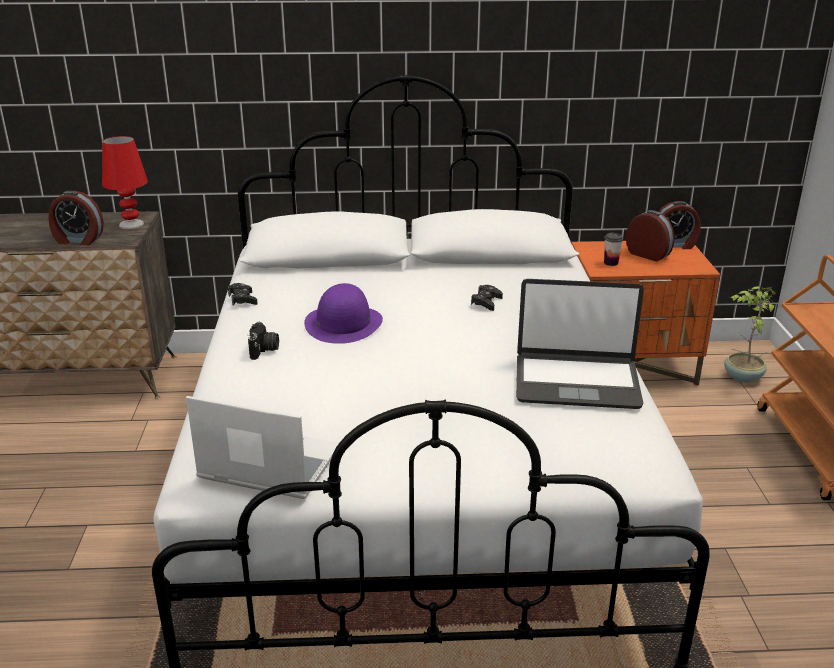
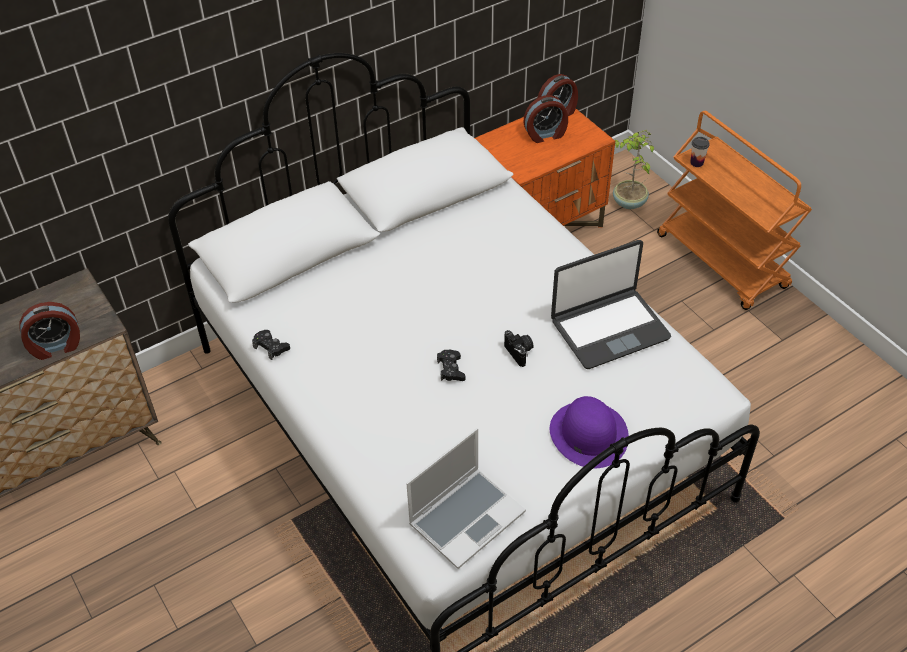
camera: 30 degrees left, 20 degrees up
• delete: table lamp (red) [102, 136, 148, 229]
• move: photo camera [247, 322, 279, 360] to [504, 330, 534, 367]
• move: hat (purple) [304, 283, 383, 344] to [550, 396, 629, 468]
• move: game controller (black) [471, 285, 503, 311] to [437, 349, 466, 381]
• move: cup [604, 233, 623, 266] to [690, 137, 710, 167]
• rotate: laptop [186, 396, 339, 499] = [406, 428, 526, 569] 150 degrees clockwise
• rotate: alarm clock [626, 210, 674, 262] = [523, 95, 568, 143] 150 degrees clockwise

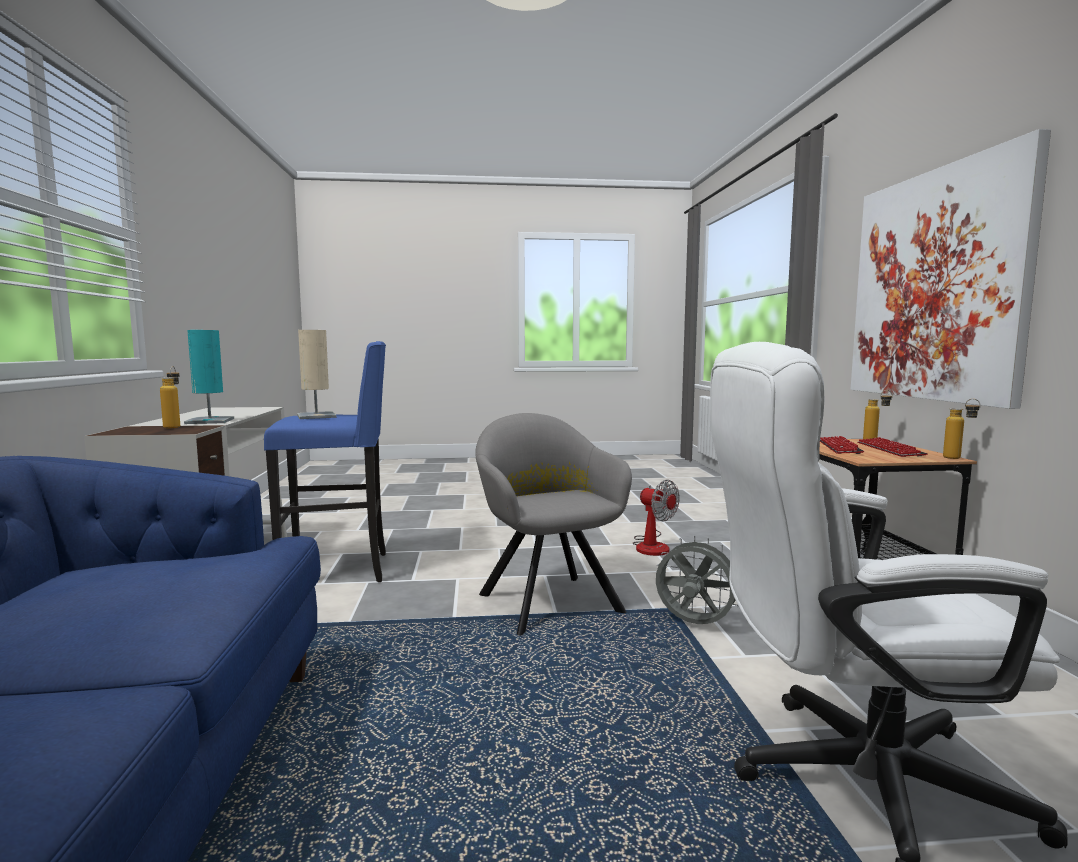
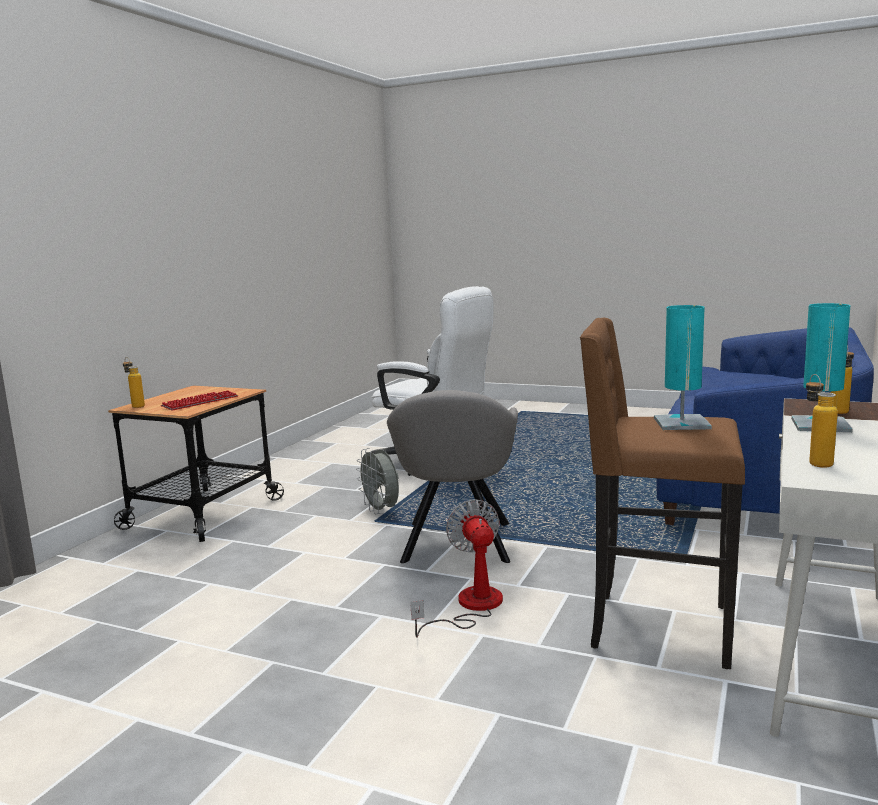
camera: 150 degrees left, 5 degrees up
• delete: picture [851, 129, 1051, 409]
• delete: keyboard [857, 437, 928, 457]
• move: fan [632, 480, 680, 556] to [410, 499, 503, 638]
• move: bottle [943, 399, 980, 459] to [806, 374, 838, 468]
• recolor: stool (blue) [264, 341, 386, 582] to stool (brown) [580, 318, 745, 669]
• recolor: table lamp (beige) [297, 330, 336, 419] to table lamp (turquoise) [654, 305, 712, 430]

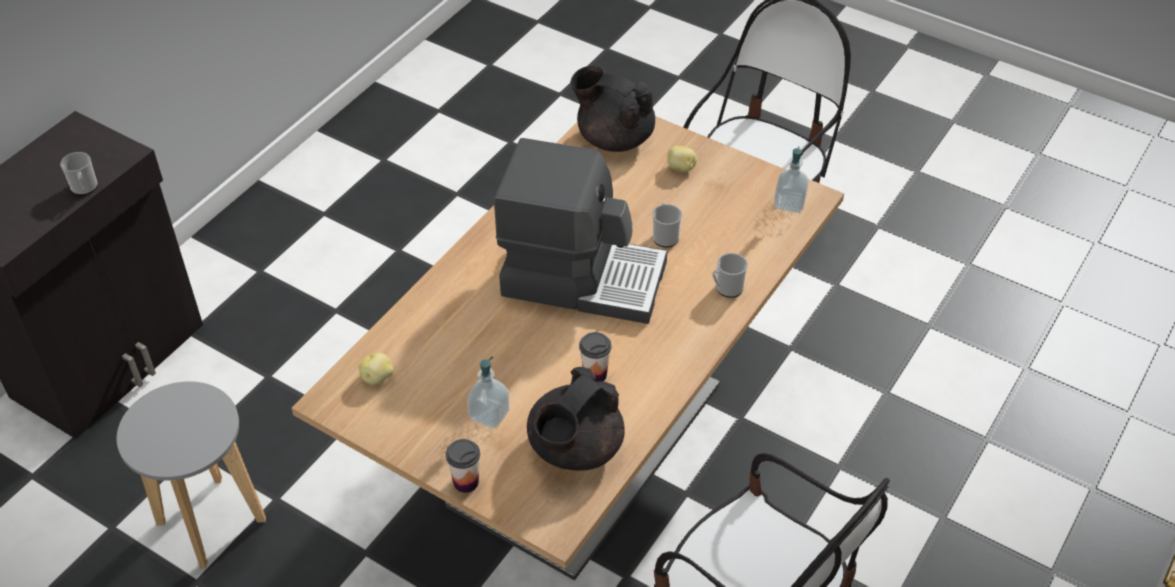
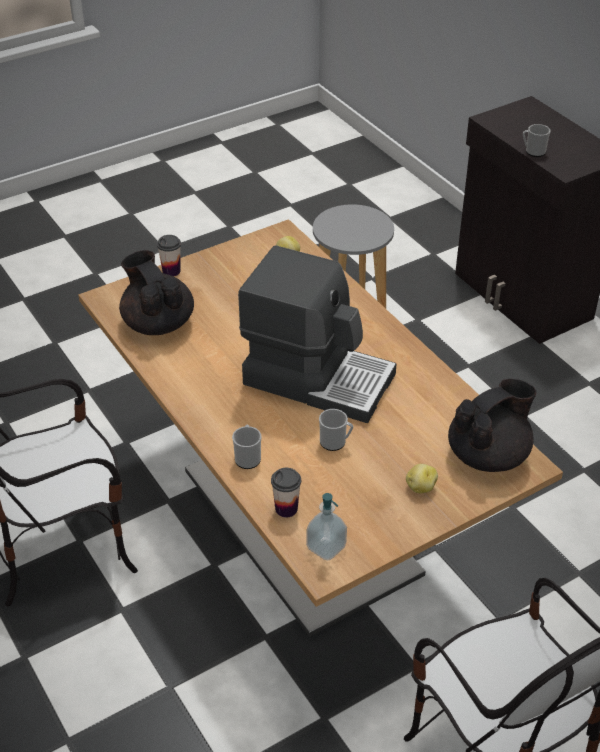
camera: 115 degrees right, 5 degrees down
• delete: soap dispenser [467, 357, 510, 428]
• move: cup [579, 332, 611, 382] to [271, 468, 301, 517]
• rotate: coffee machine [494, 138, 667, 324] = [238, 246, 397, 423] 105 degrees counterclockwise

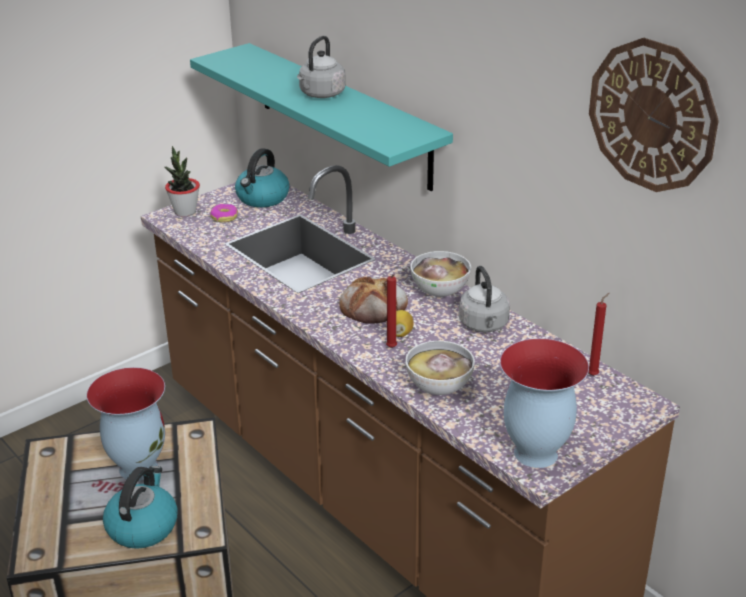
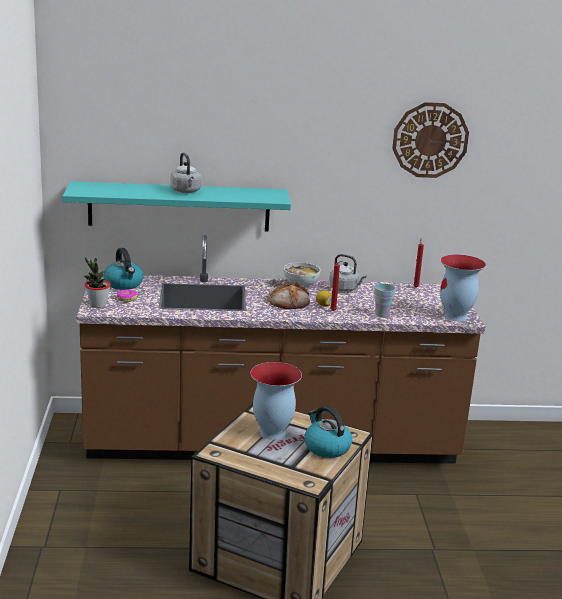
camera: 55 degrees left, 10 degrees down
• replace: bowl [405, 341, 475, 395] to cup [374, 284, 395, 317]

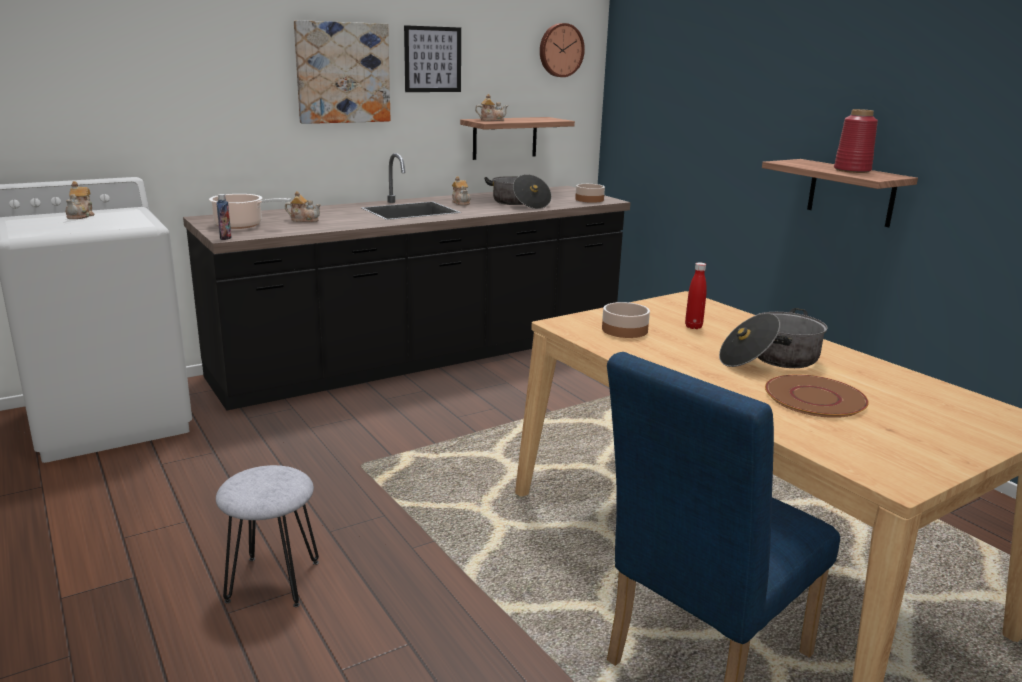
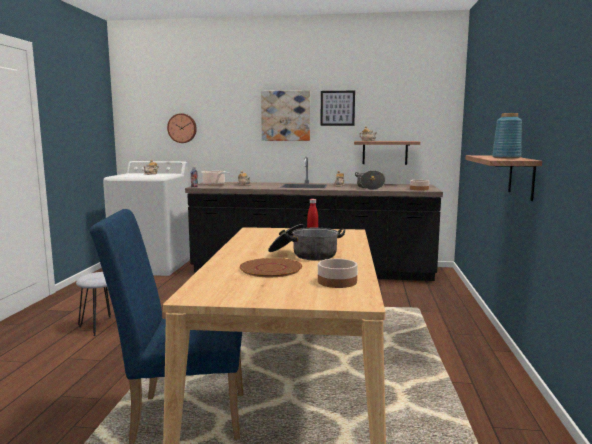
camera: 40 degrees right, 10 degrees down
• move: wall clock [540, 23, 585, 77] to [167, 113, 197, 143]
• move: bowl [602, 302, 650, 338] to [318, 259, 358, 288]
• recolor: vase (red) [834, 109, 878, 173] to vase (blue) [492, 113, 522, 159]

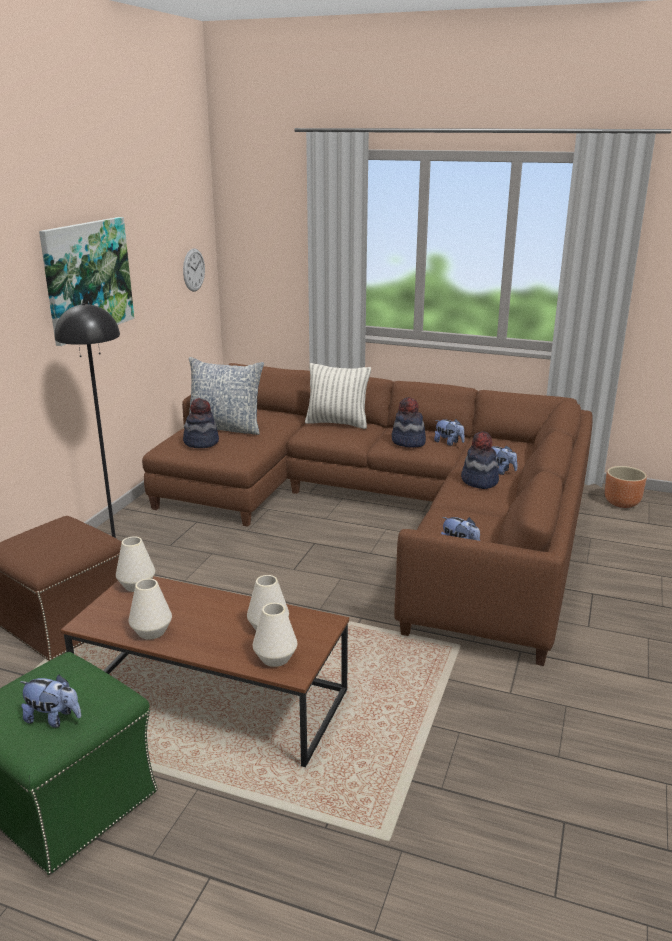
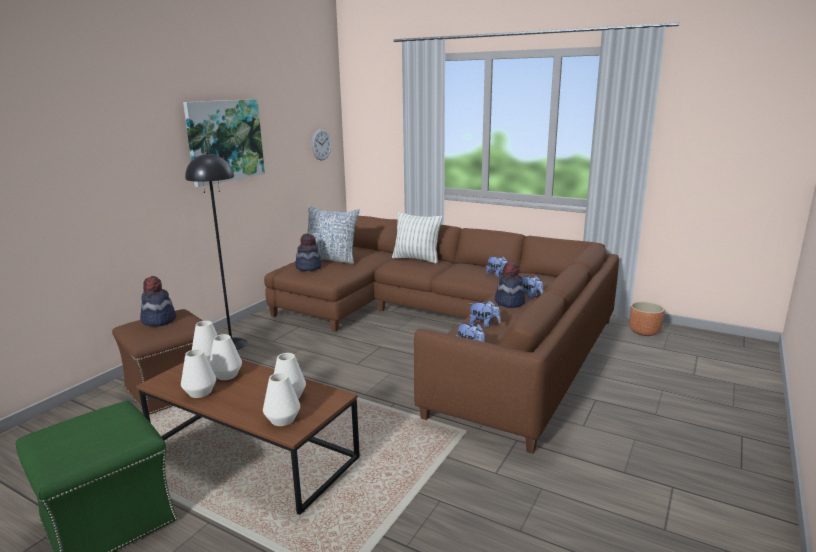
camera: 10 degrees right, 5 degrees down
• insert: vase (white) [209, 334, 242, 380]
• move: plush toy [20, 675, 81, 728] to [469, 300, 501, 327]
• move: hat [392, 397, 426, 447] to [140, 276, 176, 326]

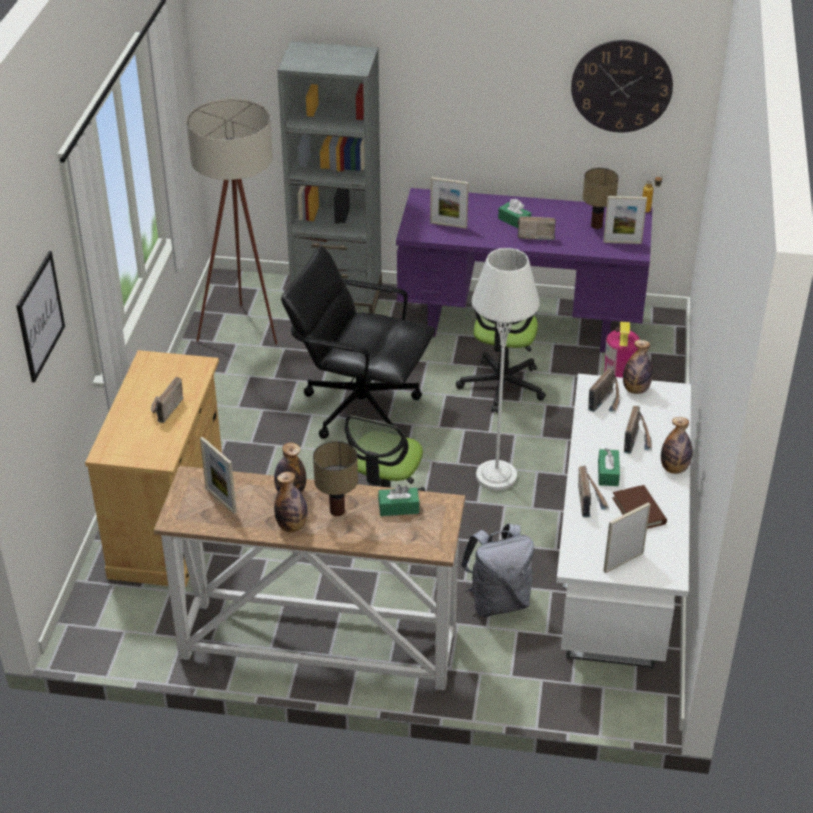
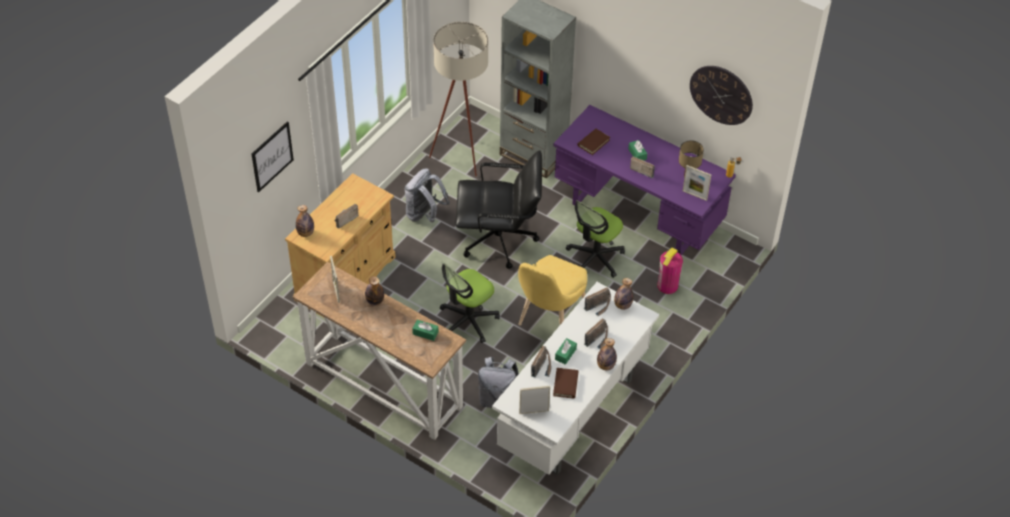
camera: 25 degrees right, 10 degrees up
• delete: table lamp [313, 441, 358, 516]
• insert: backpack (grey) [405, 168, 450, 223]
• move: bottle [274, 472, 308, 532] to [296, 205, 314, 237]
• replace: picture frame [430, 177, 469, 229] to book (brown) [578, 129, 610, 155]
• replace: floor lamp (white) [471, 248, 540, 491] to chair (yellow) [518, 255, 587, 326]
• rotate: office chair (black) [281, 246, 435, 439] = [456, 150, 542, 269] 135 degrees clockwise

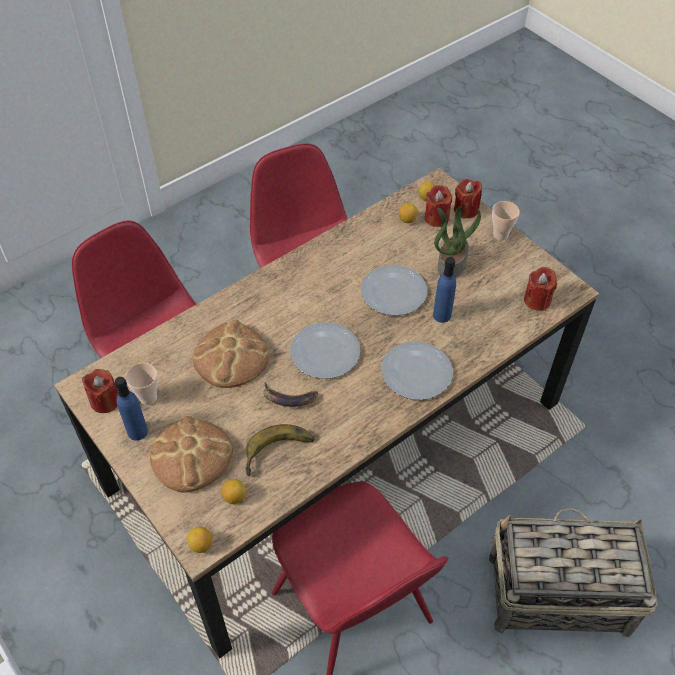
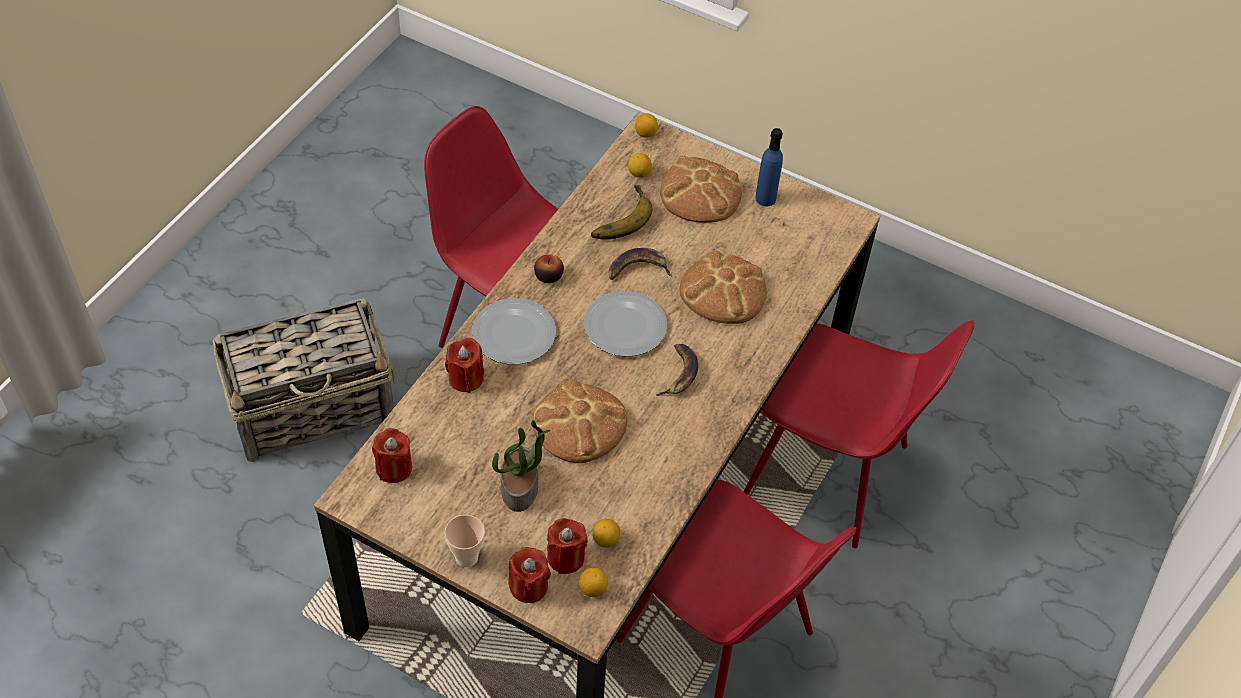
camera: 155 degrees right, 0 degrees up
• delete: cup [125, 363, 158, 405]
• delete: bottle (blue) [433, 257, 456, 323]
• insert: apple [534, 254, 564, 283]
• insert: banana [656, 344, 698, 396]
• move: candle (red) [82, 369, 119, 413] to [445, 338, 484, 393]
• replace: plate [361, 265, 427, 316] to bread [533, 380, 627, 463]

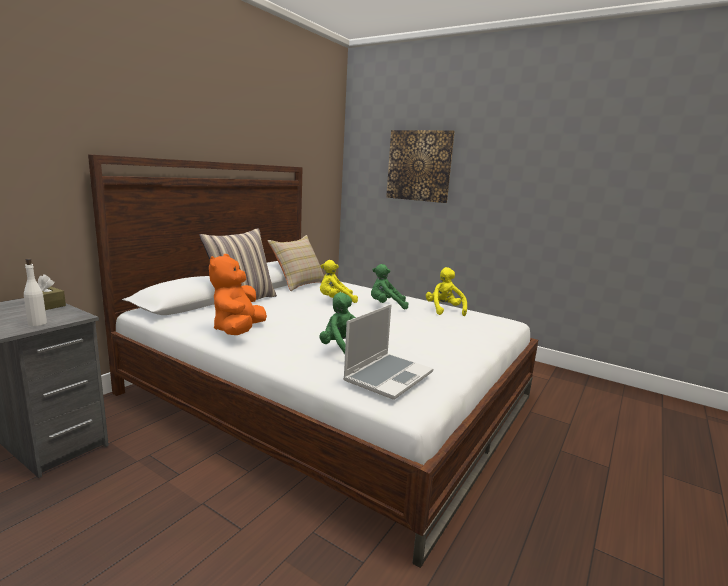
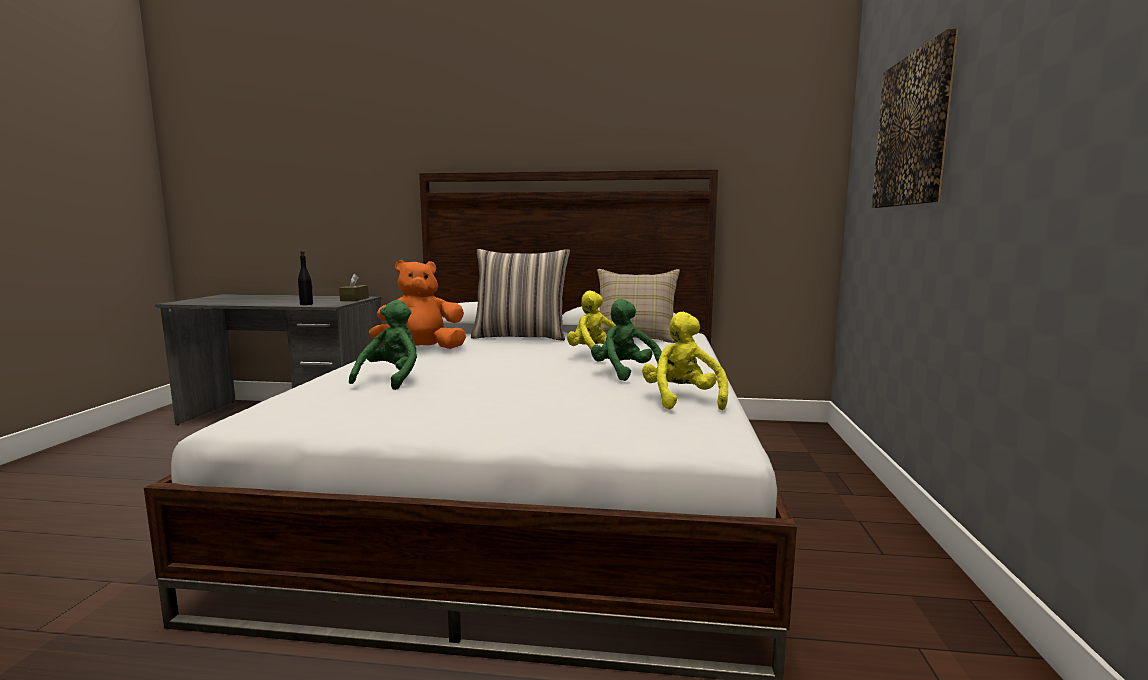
camera: 65 degrees right, 5 degrees down
• delete: laptop [343, 304, 433, 400]
• recolor: bottle (white) [24, 258, 47, 326] to bottle (black) [298, 251, 313, 305]
• rotate: plush toy (yellow) [426, 267, 467, 316] = [642, 312, 728, 410] 60 degrees counterclockwise

